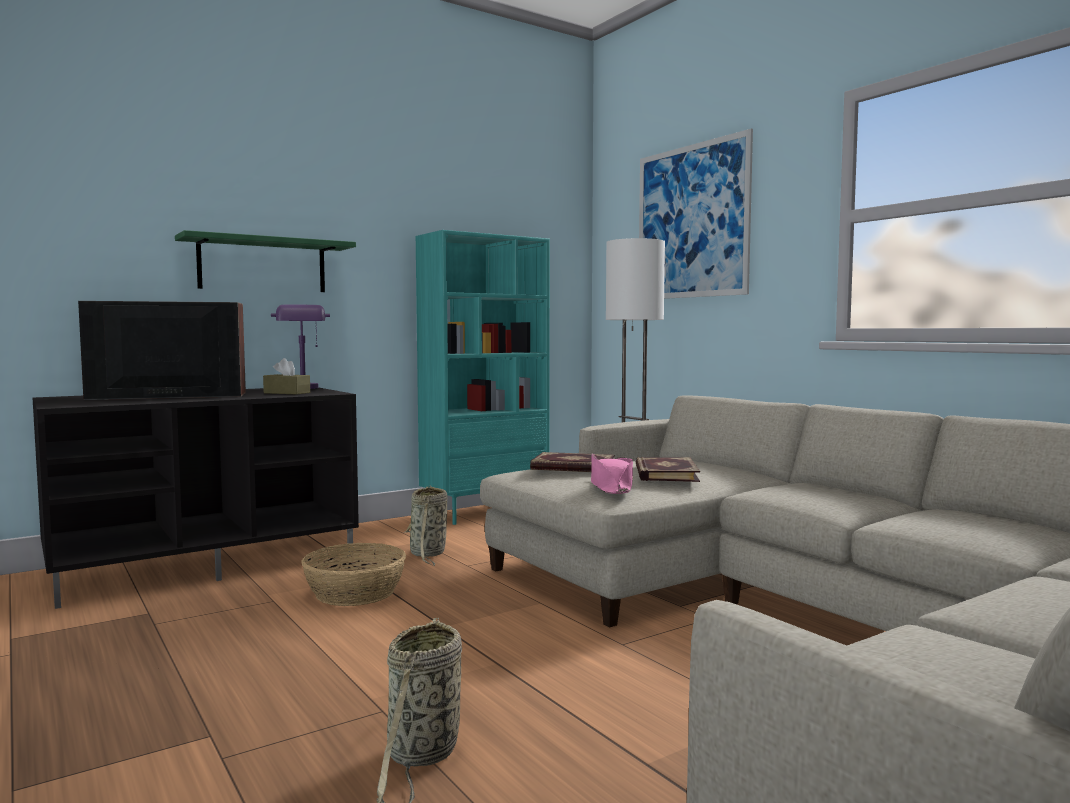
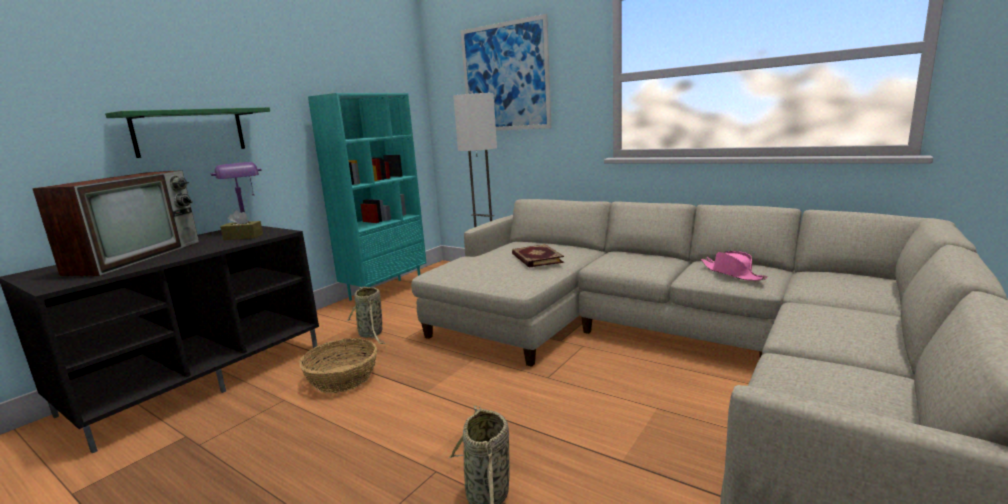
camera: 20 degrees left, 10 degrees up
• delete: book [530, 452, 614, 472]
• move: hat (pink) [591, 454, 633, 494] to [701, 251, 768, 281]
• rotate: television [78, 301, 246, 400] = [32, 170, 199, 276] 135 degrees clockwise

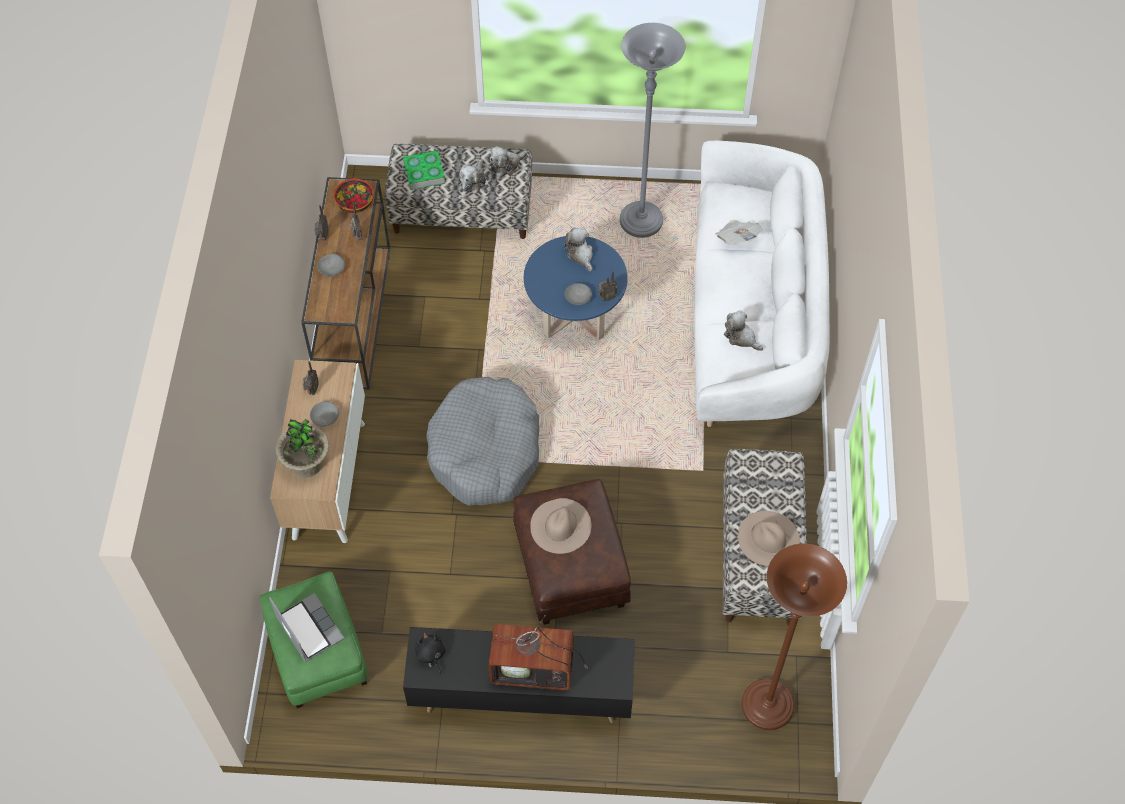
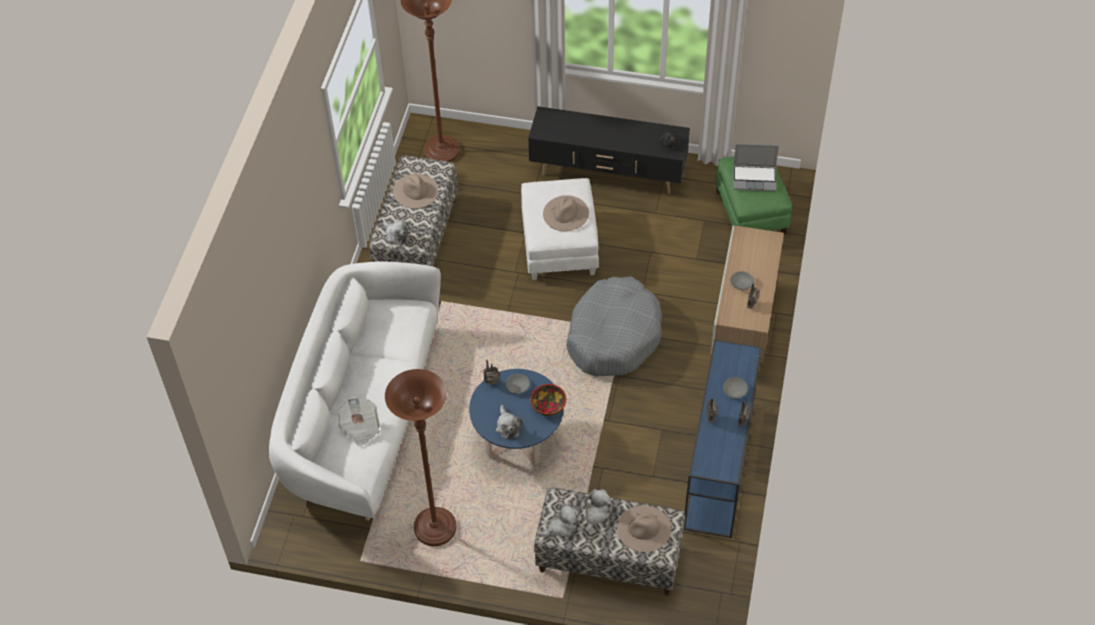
camera: 170 degrees left, 5 degrees down
• delete: potted plant [276, 419, 329, 477]
• delete: television [489, 615, 588, 690]
• move: bowl [334, 179, 374, 213] to [530, 384, 566, 416]
• move: plush toy [724, 310, 763, 351] to [383, 219, 410, 245]
• replace: book [403, 150, 445, 190] to hat (beige) [617, 505, 671, 552]
• recolor: console table (brown) [301, 177, 390, 389] to console table (blue) [684, 340, 762, 538]
• recolor: ottoman (brown) [513, 479, 631, 625] to ottoman (white) [521, 178, 599, 280]
• recolor: floor lamp (grey) [620, 23, 686, 238] to floor lamp (brown) [385, 369, 457, 546]
• rotate: laptop [269, 593, 344, 662] = [733, 144, 779, 191] 60 degrees counterclockwise

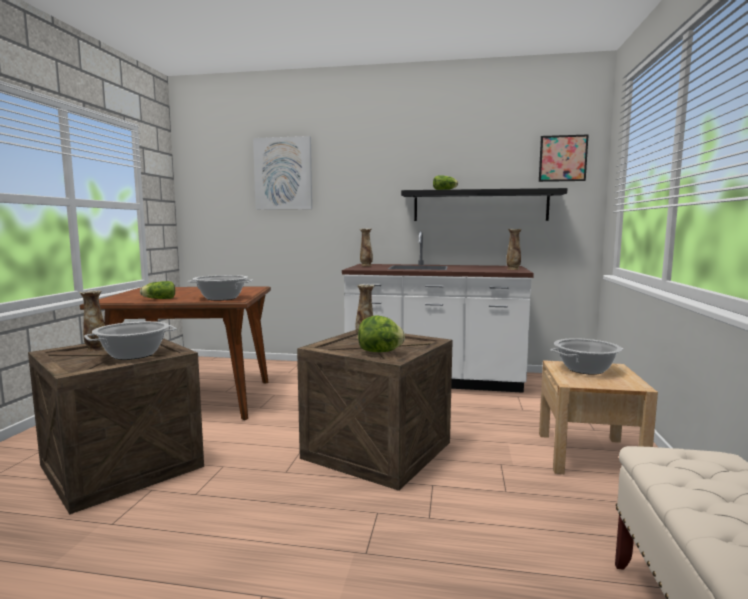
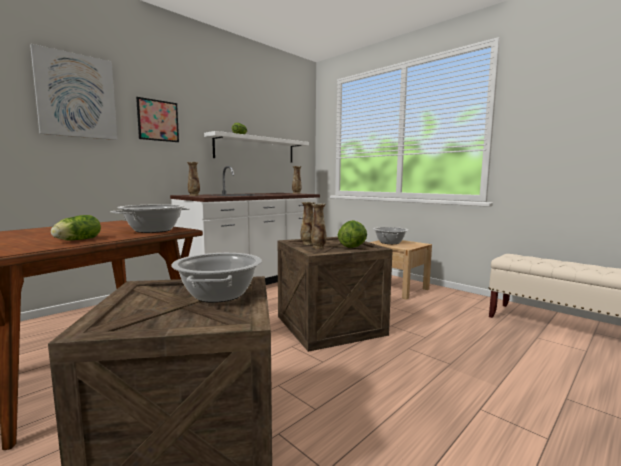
camera: 55 degrees left, 0 degrees up
• move: vase [79, 290, 105, 351] to [311, 203, 327, 249]
• move: picture [539, 134, 589, 182] to [136, 97, 179, 142]
• recolor: shelf (black) [401, 188, 567, 221] to shelf (white) [204, 131, 309, 163]

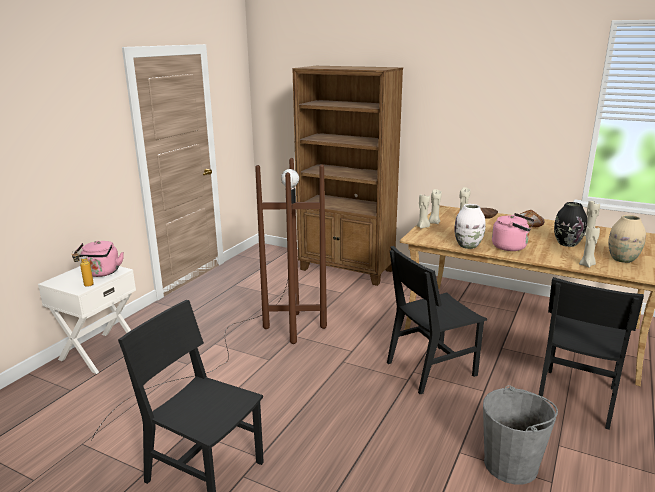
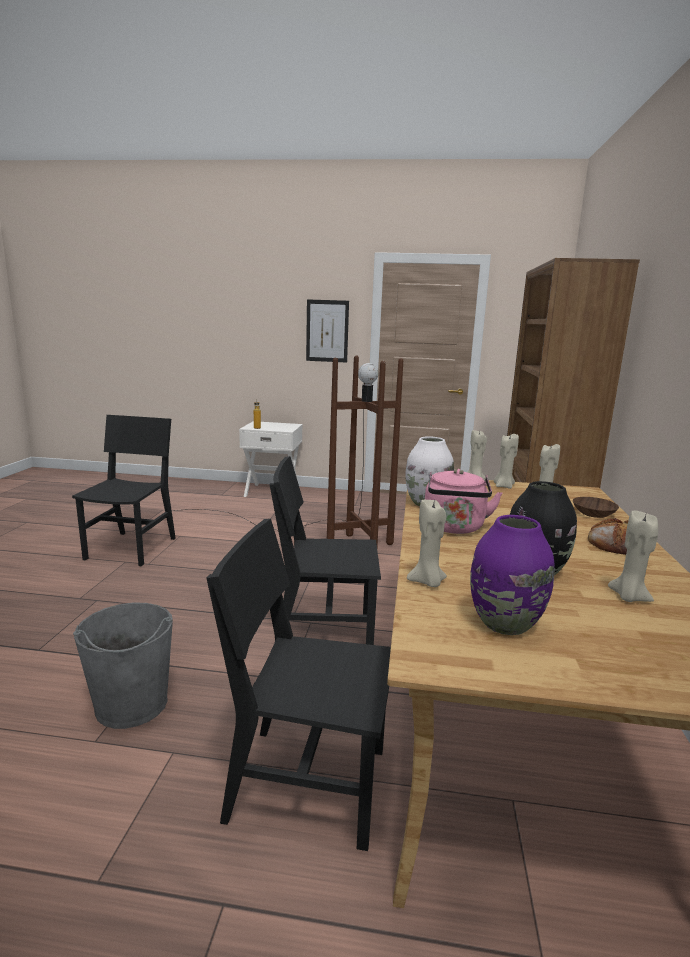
camera: 70 degrees right, 5 degrees down
• delete: kettle (pink) [74, 241, 124, 277]
• insert: picture [306, 299, 349, 363]
• recolor: vase (beige) [608, 215, 646, 263] to vase (purple) [470, 515, 555, 635]
• rotate: chair (black) [387, 246, 487, 394] = [270, 456, 381, 645] 45 degrees counterclockwise

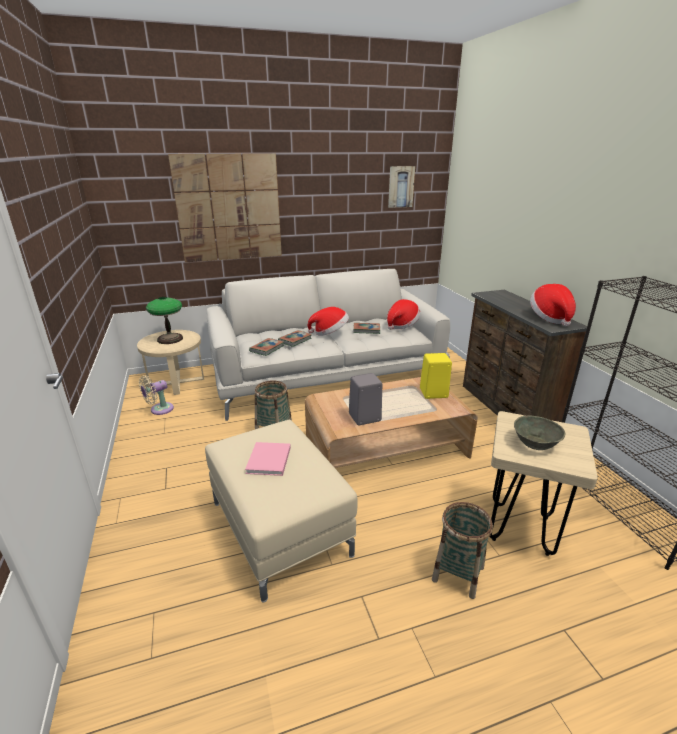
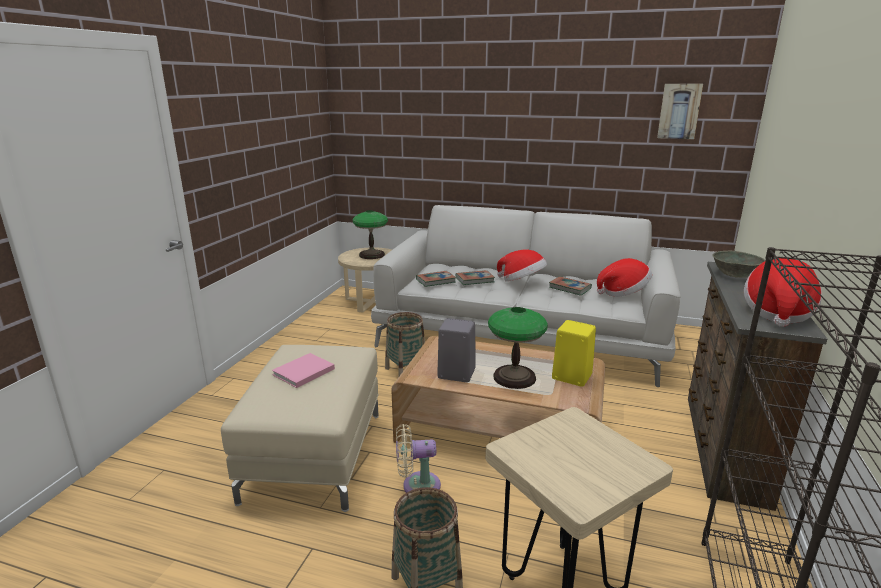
camera: 35 degrees right, 5 degrees down
• delete: picture [168, 153, 282, 262]
• insert: table lamp [488, 307, 548, 389]
• move: fan (beige) [139, 376, 174, 415] to [396, 424, 441, 493]
• move: bowl (grey) [514, 416, 565, 450] to [712, 251, 766, 278]

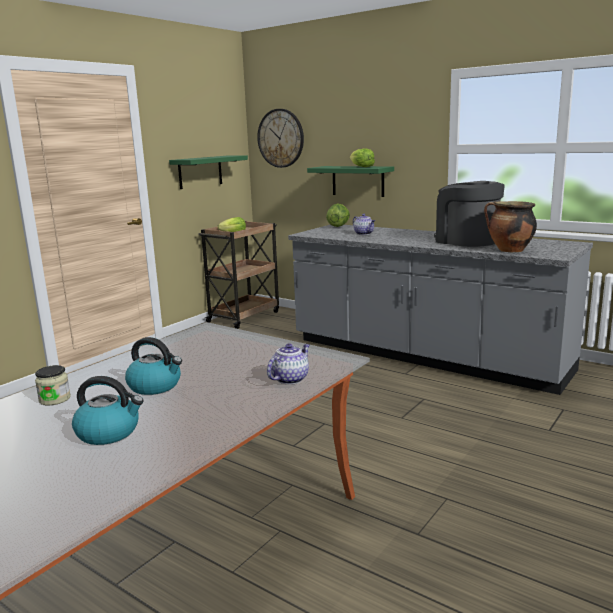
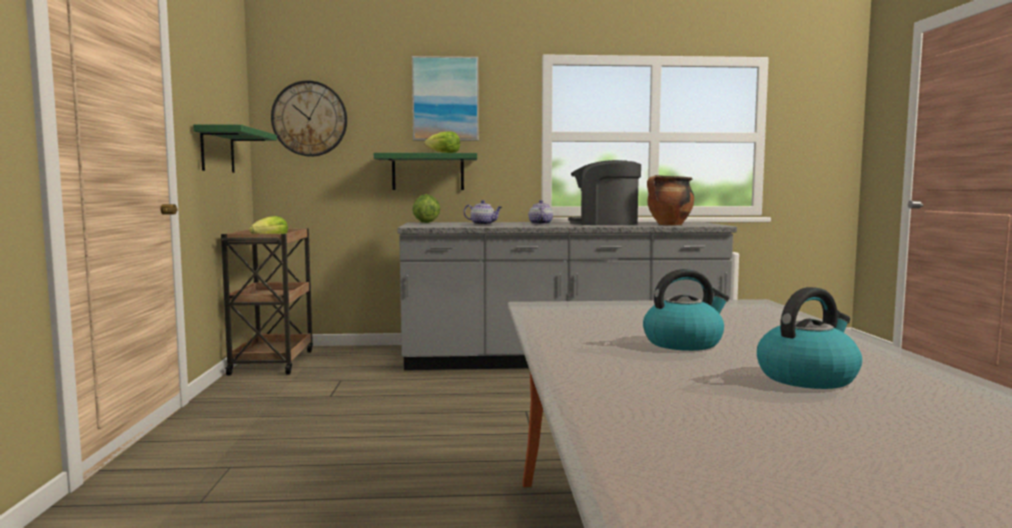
camera: 40 degrees left, 10 degrees down
• delete: jar [35, 365, 71, 405]
• insert: picture [412, 56, 479, 141]
• move: teapot [267, 343, 310, 384] to [528, 200, 553, 224]

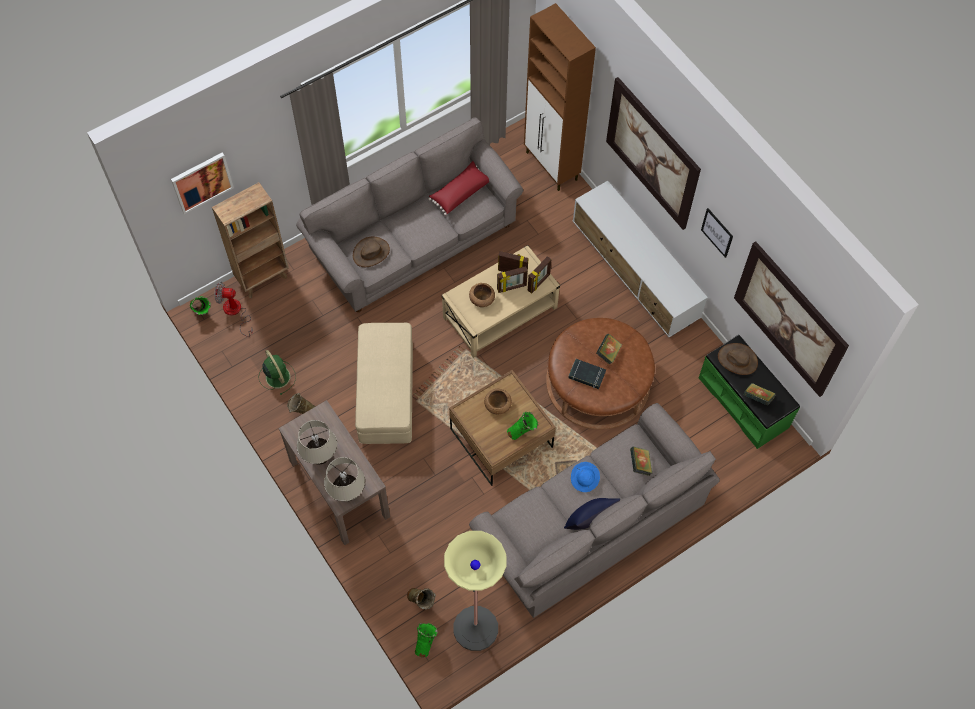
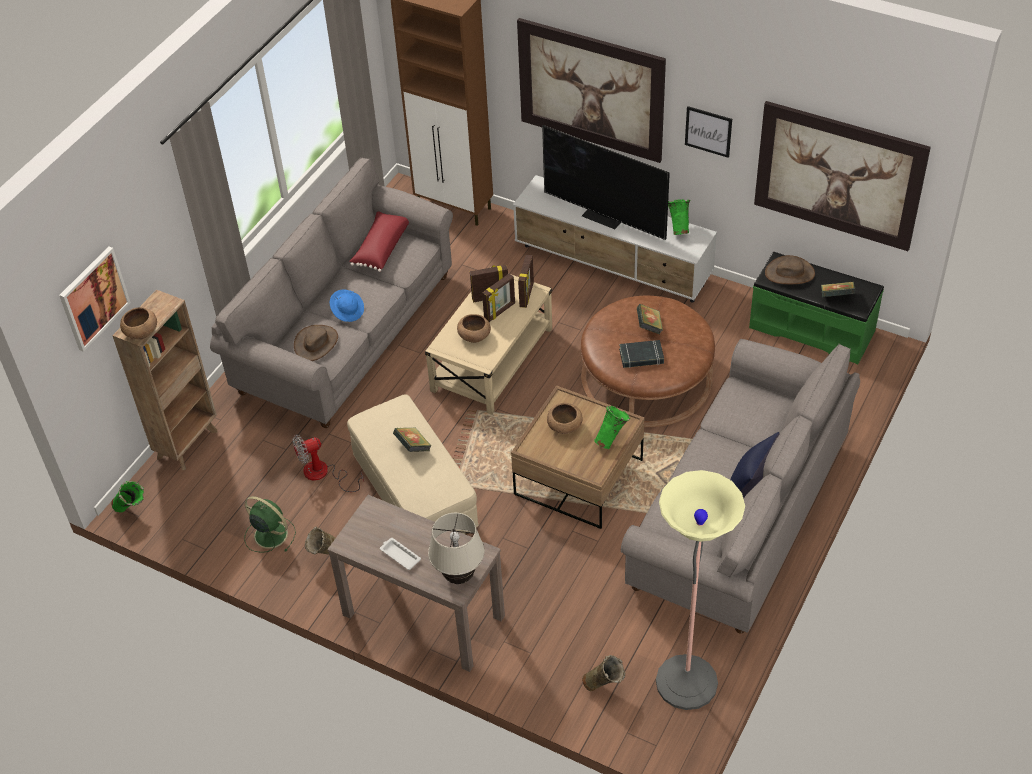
camera: 25 degrees left, 15 degrees down
• insert: bowl (brown) [120, 307, 157, 340]
• insert: television [542, 125, 670, 240]
• move: fan [215, 281, 253, 337] to [293, 435, 364, 492]
• move: vase (green) [415, 623, 438, 657] to [668, 199, 691, 235]
• move: hat (blue) [571, 462, 600, 492] to [330, 290, 364, 322]
• move: book [630, 447, 652, 476] to [393, 427, 431, 452]
• replace: table lamp (beige) [297, 420, 337, 465] to tray (white) [380, 538, 421, 570]

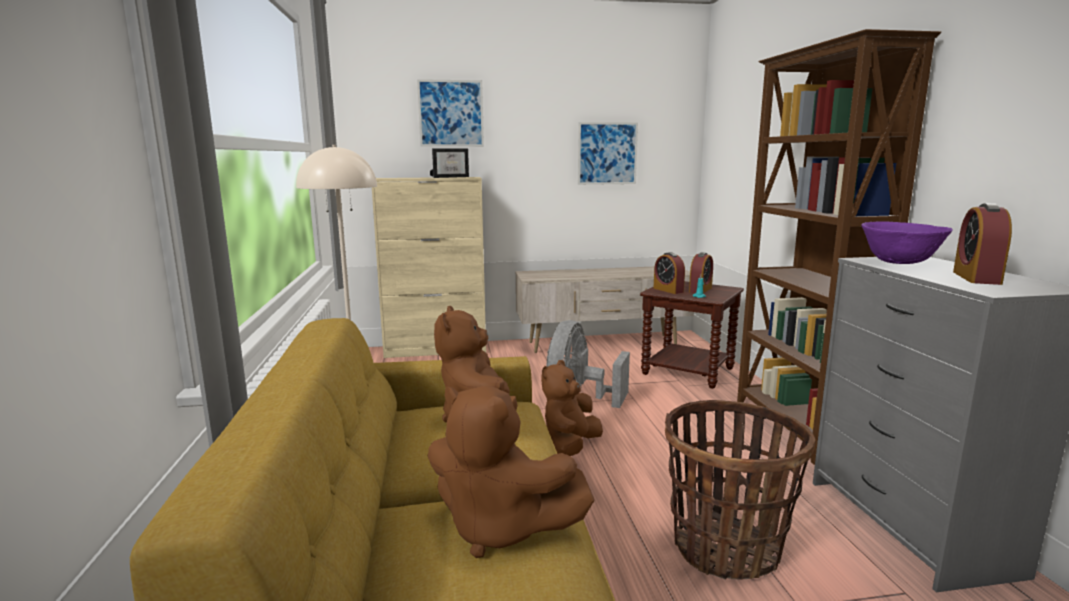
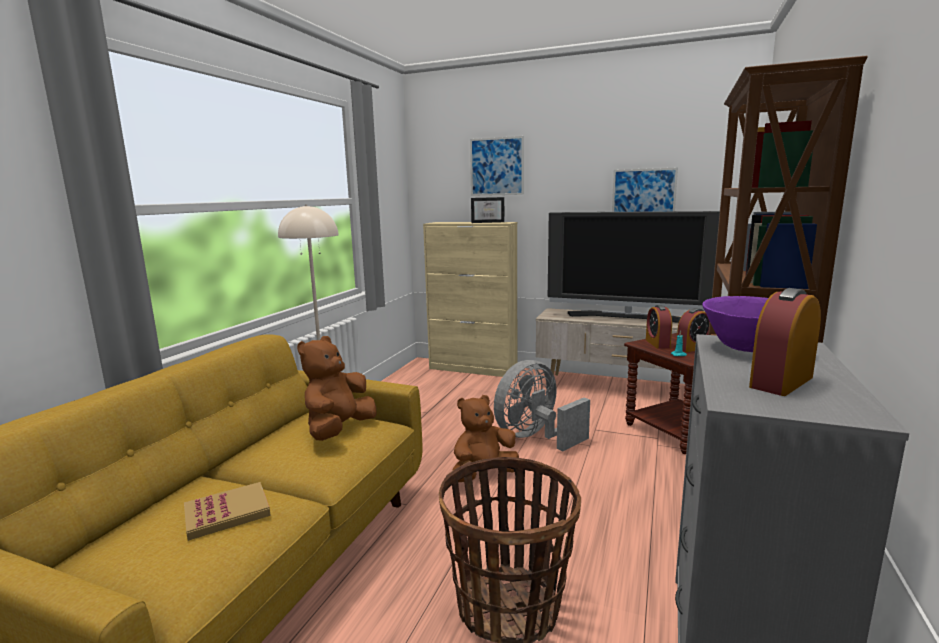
camera: 30 degrees right, 0 degrees up
• insert: television [548, 211, 720, 323]
• replace: plush toy (brown) [428, 386, 595, 558] to book [184, 482, 270, 541]

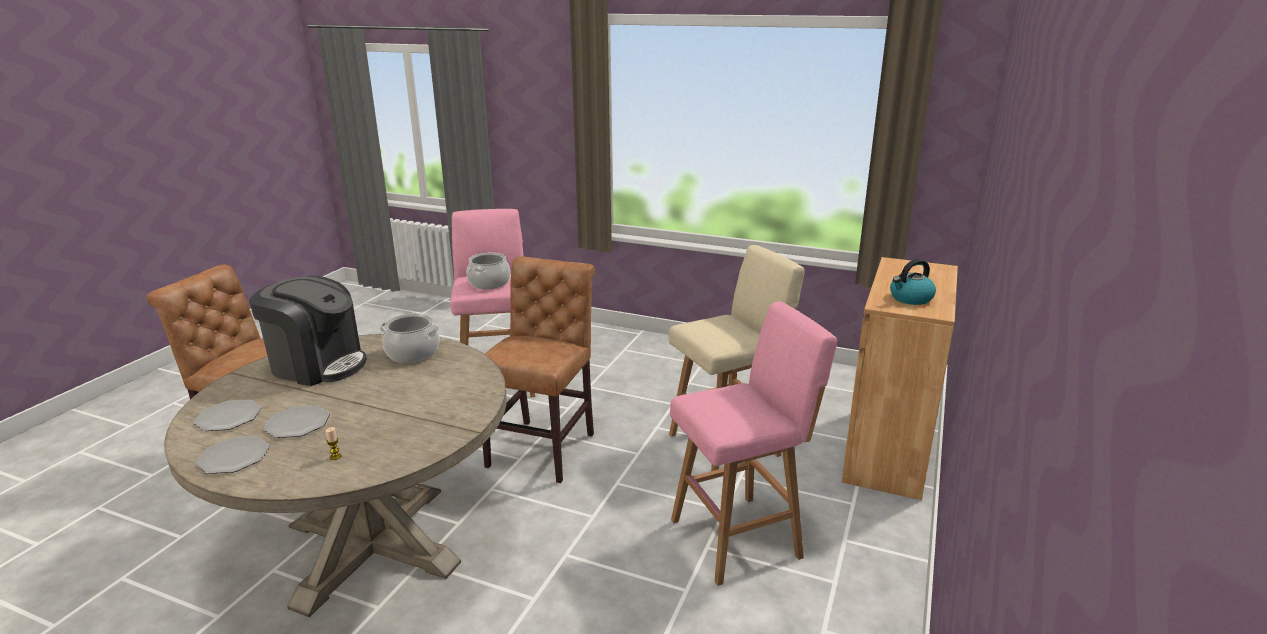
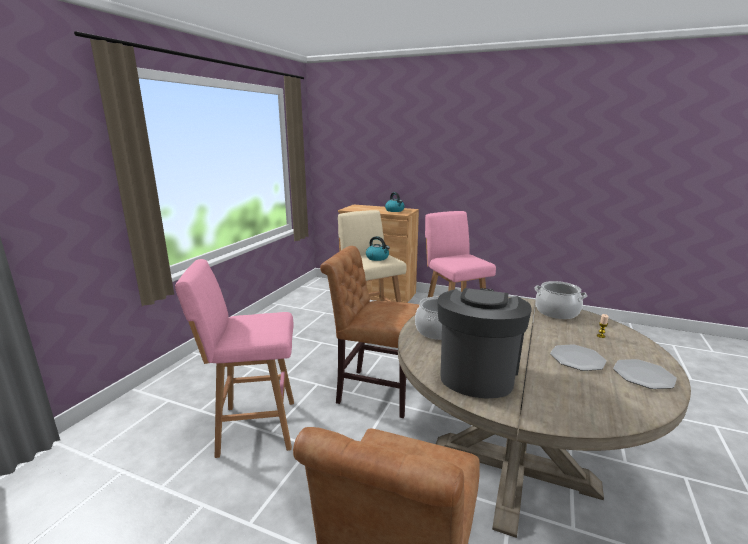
camera: 90 degrees left, 5 degrees down
• delete: plate [194, 399, 261, 431]
• insert: kettle [366, 236, 390, 261]
• move: cooking pot [467, 253, 511, 289] to [534, 281, 587, 319]

